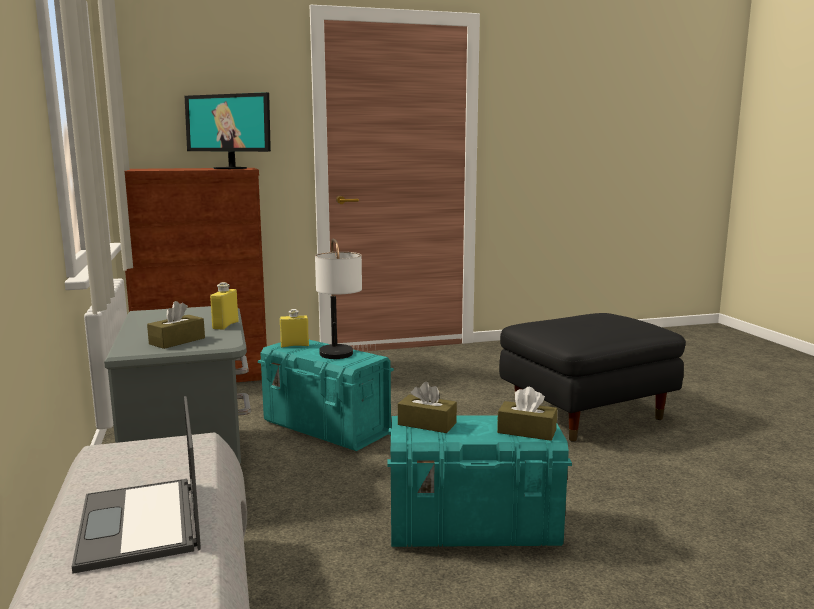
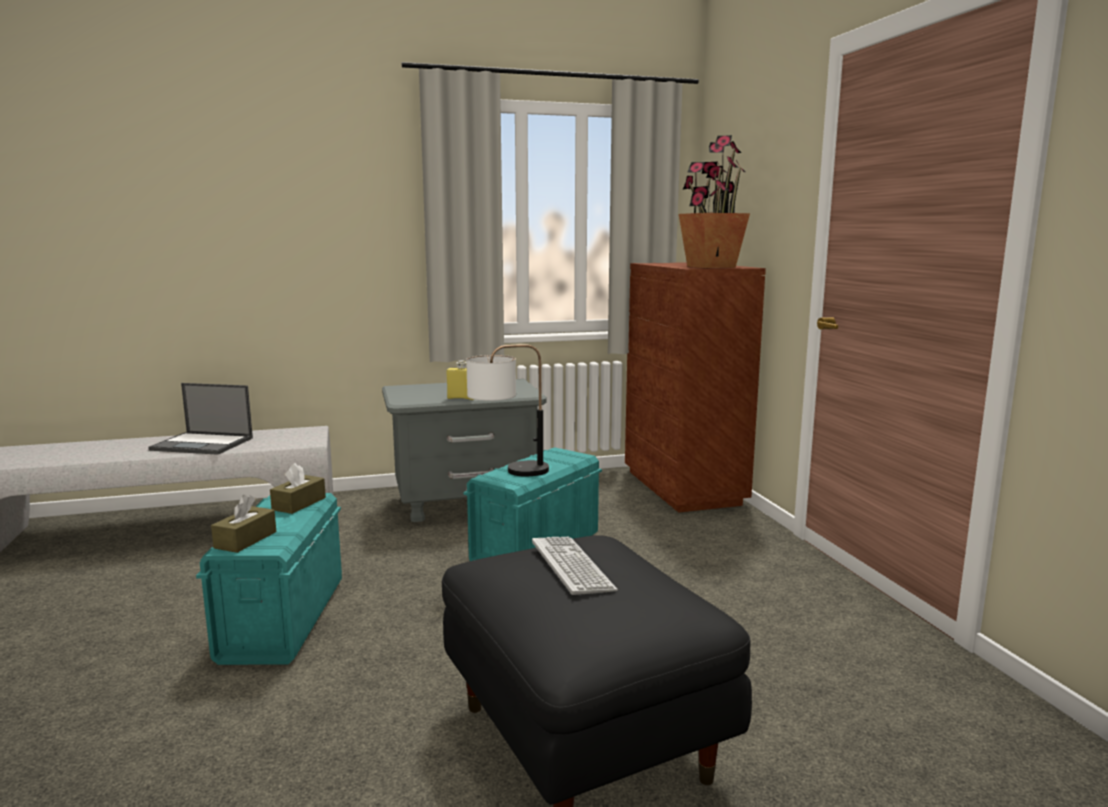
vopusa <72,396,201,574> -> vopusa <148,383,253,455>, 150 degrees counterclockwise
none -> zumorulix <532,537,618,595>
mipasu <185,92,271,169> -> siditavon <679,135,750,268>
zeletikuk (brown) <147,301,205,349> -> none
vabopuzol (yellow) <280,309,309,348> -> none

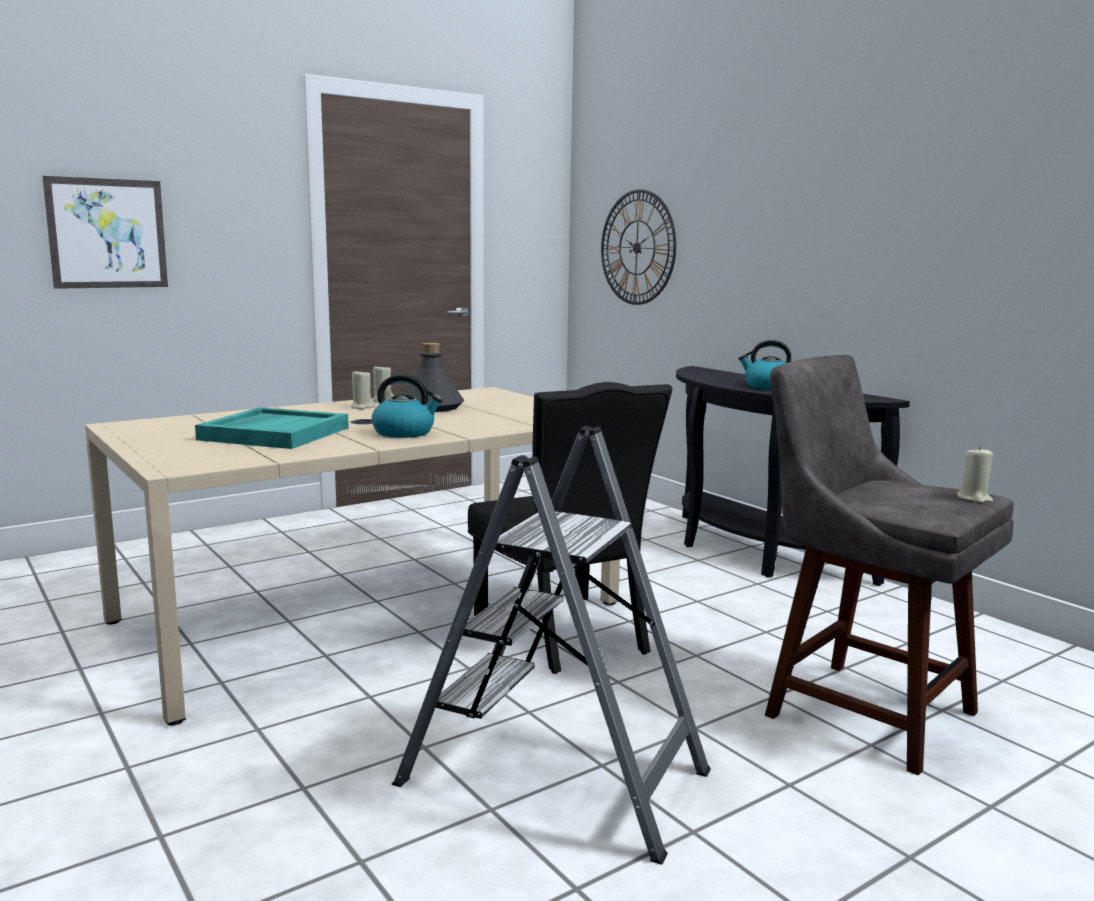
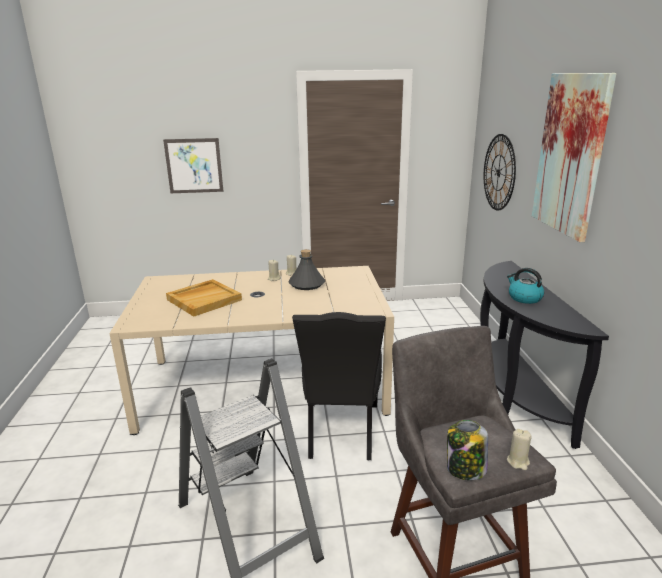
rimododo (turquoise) <195,407,349,449> -> rimododo (beige) <166,279,242,317>
none -> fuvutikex <447,420,488,480>
none -> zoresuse <532,73,616,242>
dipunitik <372,374,443,438> -> none

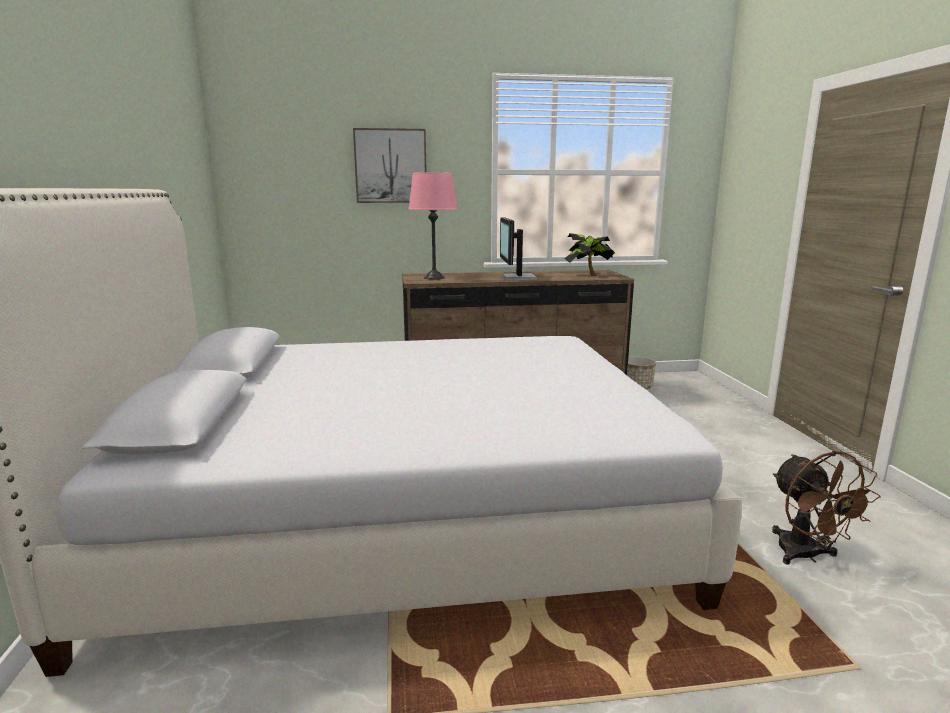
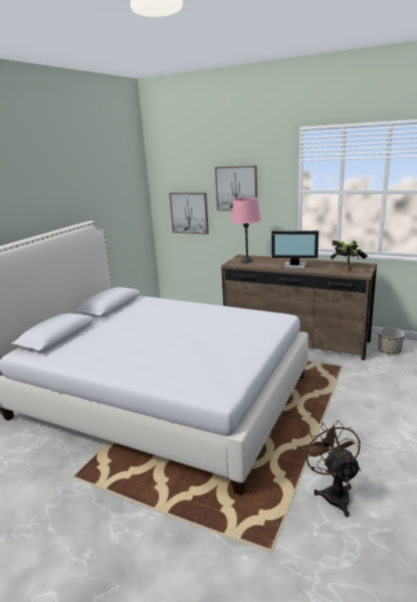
none -> zoresuse <169,193,209,234>
mipasu <500,217,538,280> -> mipasu <271,231,319,269>, 105 degrees counterclockwise
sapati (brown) <772,451,881,564> -> sapati (brown) <302,420,361,517>, 150 degrees clockwise

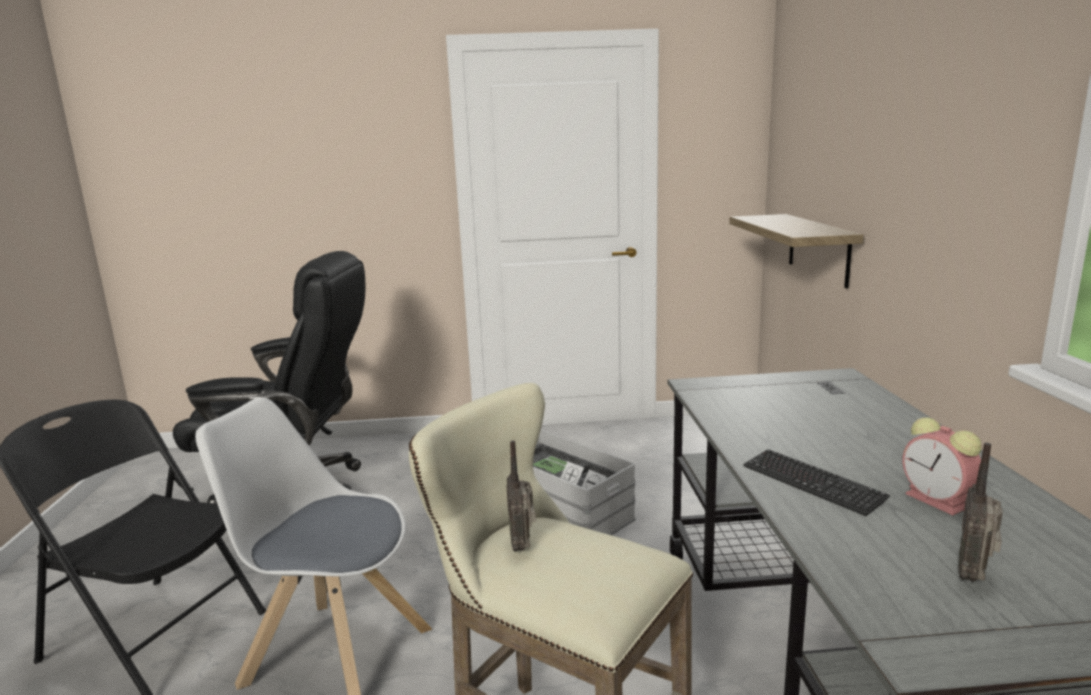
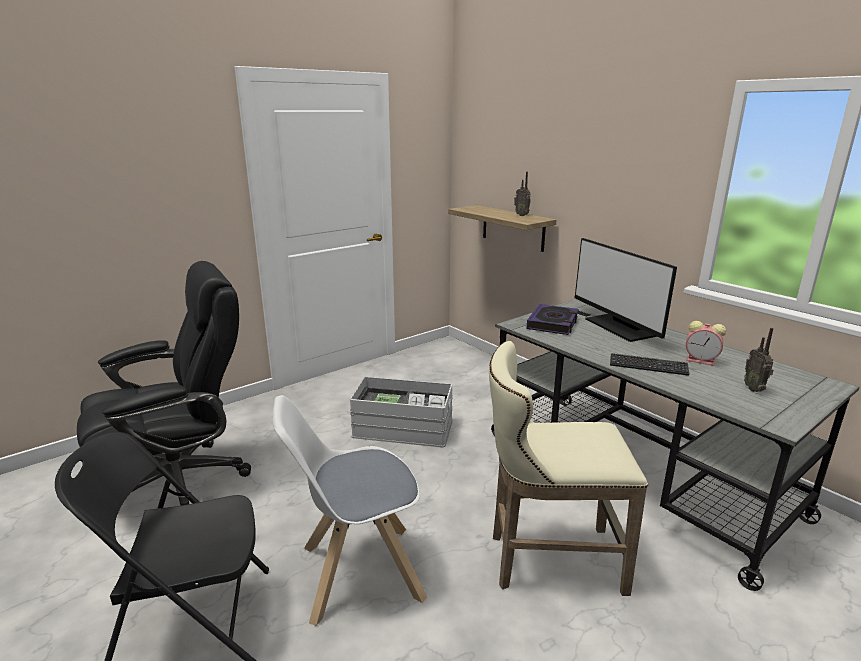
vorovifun <506,440,536,552> -> vorovifun <514,172,531,216>, moved
none -> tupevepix <527,304,579,335>
none -> mipasu <574,238,677,342>

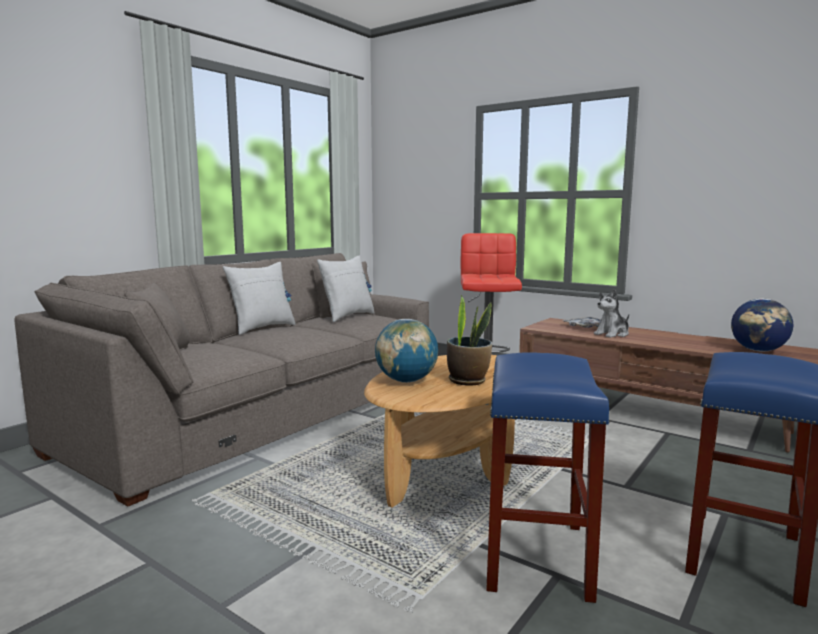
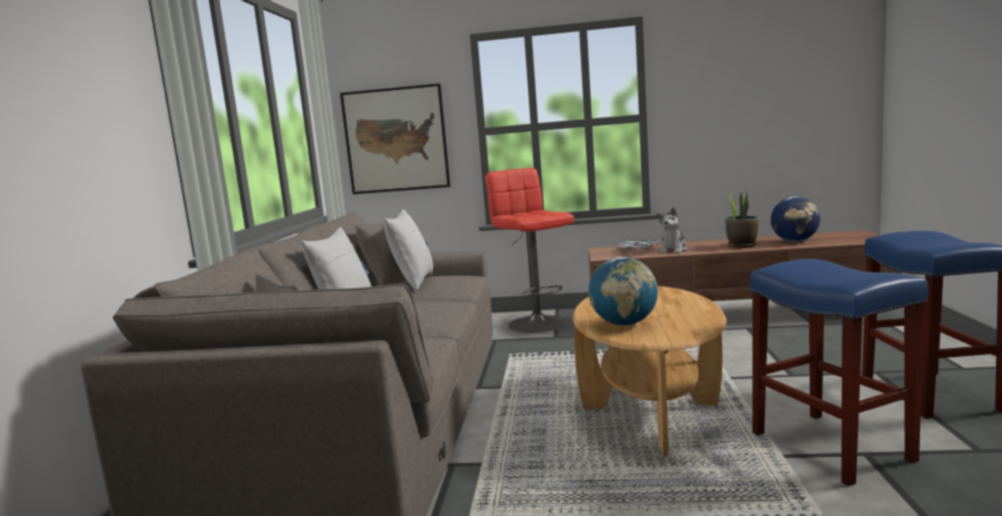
none -> zoresuse <340,83,450,194>
siditavon <447,295,492,386> -> siditavon <725,187,759,248>, moved

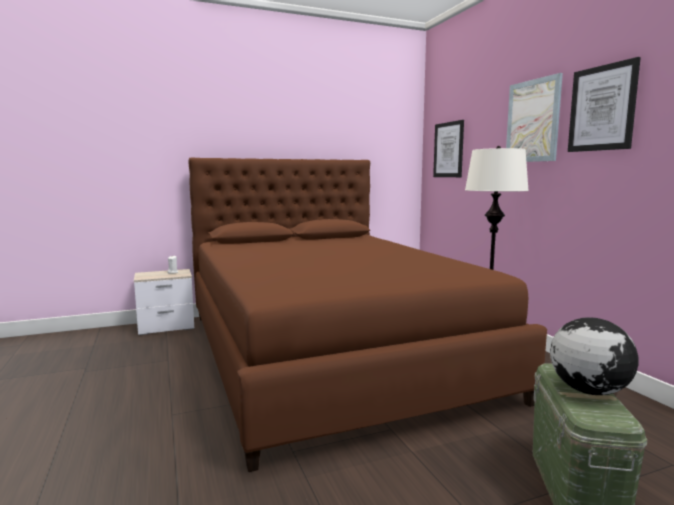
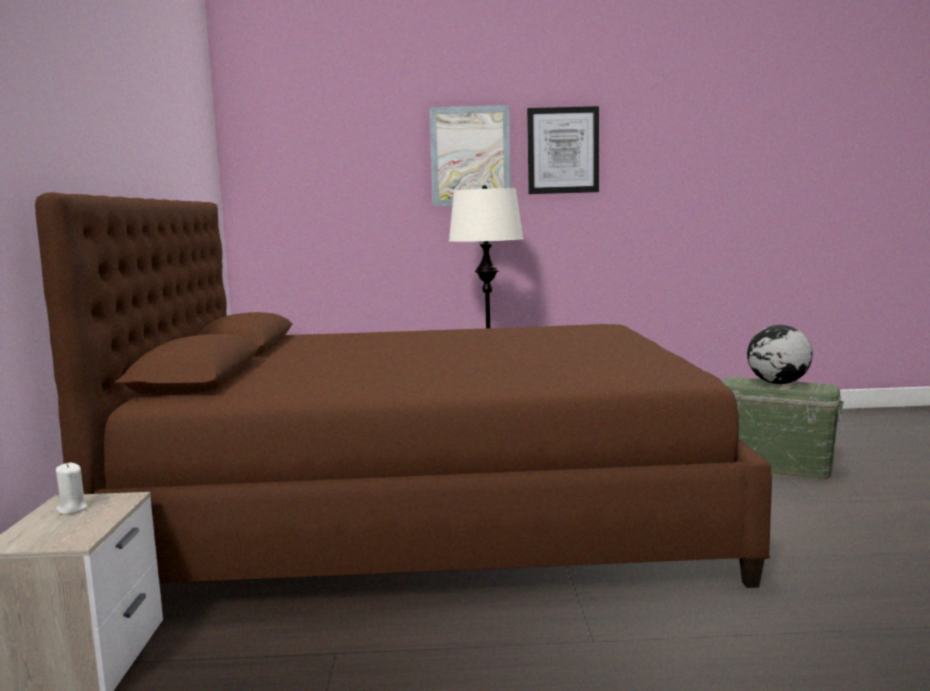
zoresuse <433,120,464,177> -> none

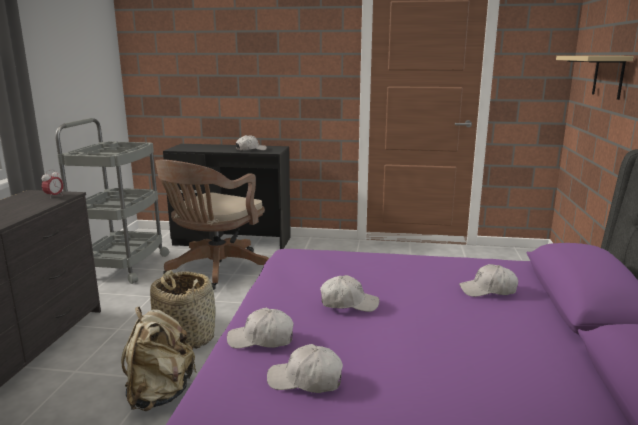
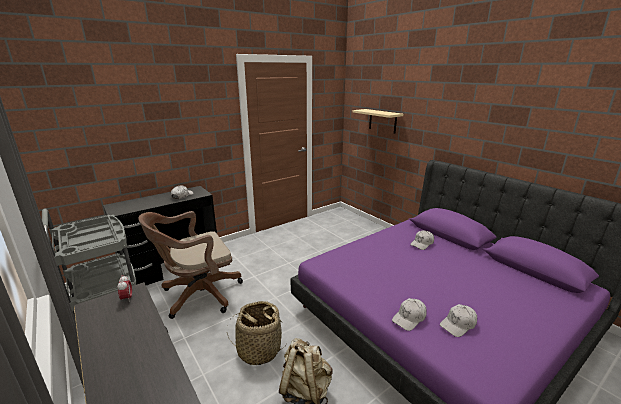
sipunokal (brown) <155,159,269,290> -> sipunokal (brown) <138,211,243,319>, 75 degrees clockwise
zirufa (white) <320,275,380,312> -> none

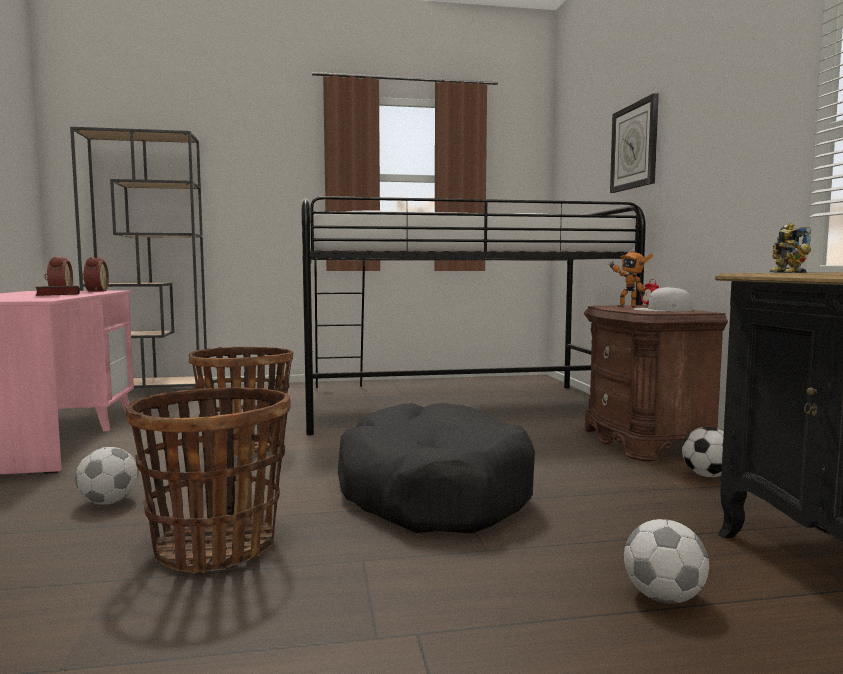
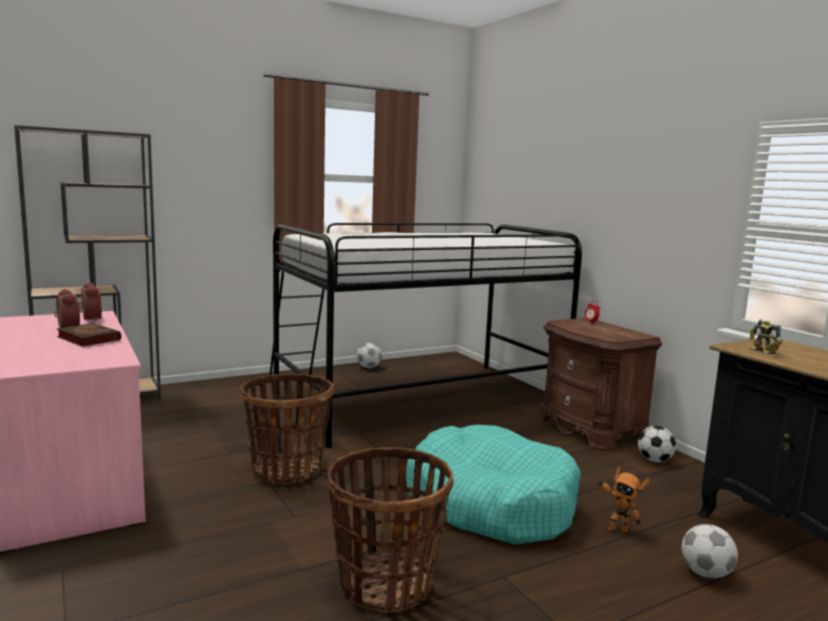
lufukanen <75,447,138,505> -> lufukanen <357,343,382,368>, moved
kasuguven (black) <338,403,535,533> -> kasuguven (turquoise) <406,425,581,545>
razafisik <608,251,653,307> -> razafisik <597,467,650,533>, moved
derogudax <610,93,659,193> -> none
zirufa (white) <634,287,693,312> -> none

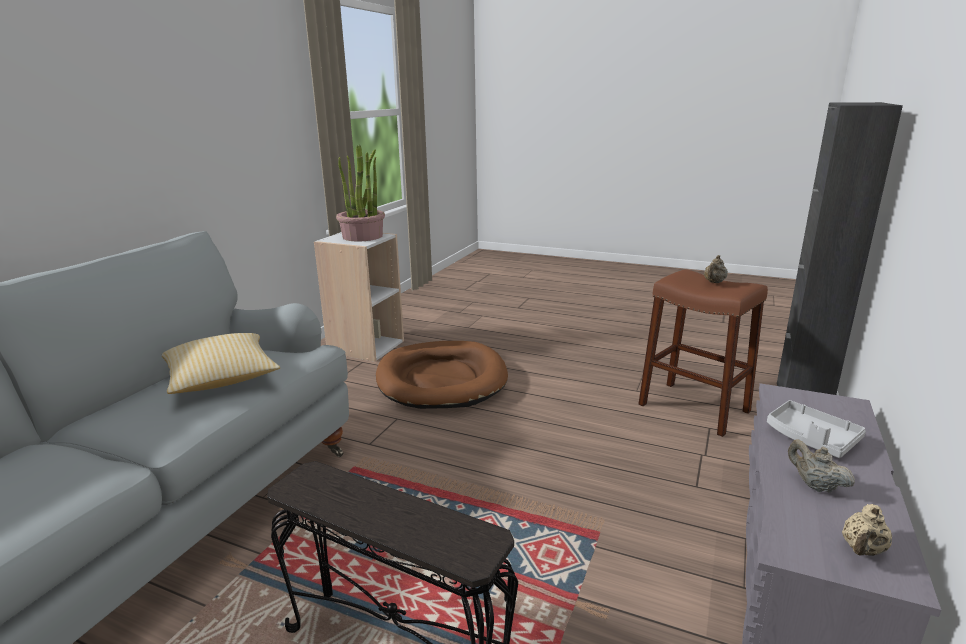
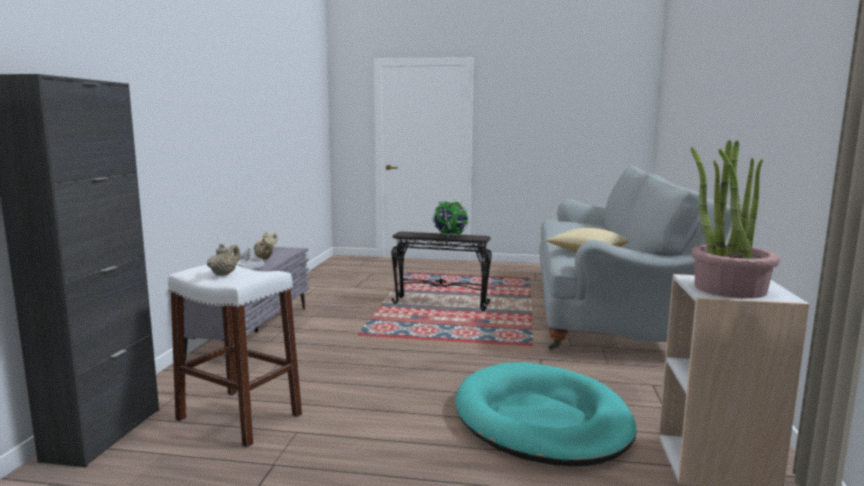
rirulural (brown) <638,269,768,437> -> rirulural (white) <168,265,302,447>
none -> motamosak <432,199,469,237>
kasuguven (brown) <376,341,508,409> -> kasuguven (turquoise) <456,362,637,466>

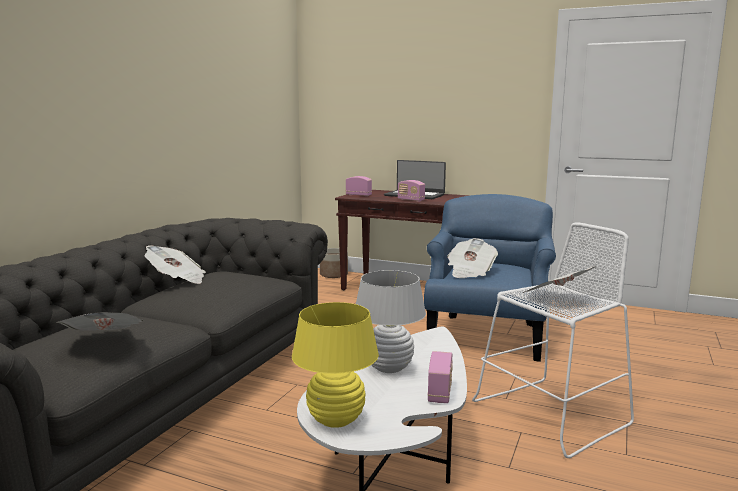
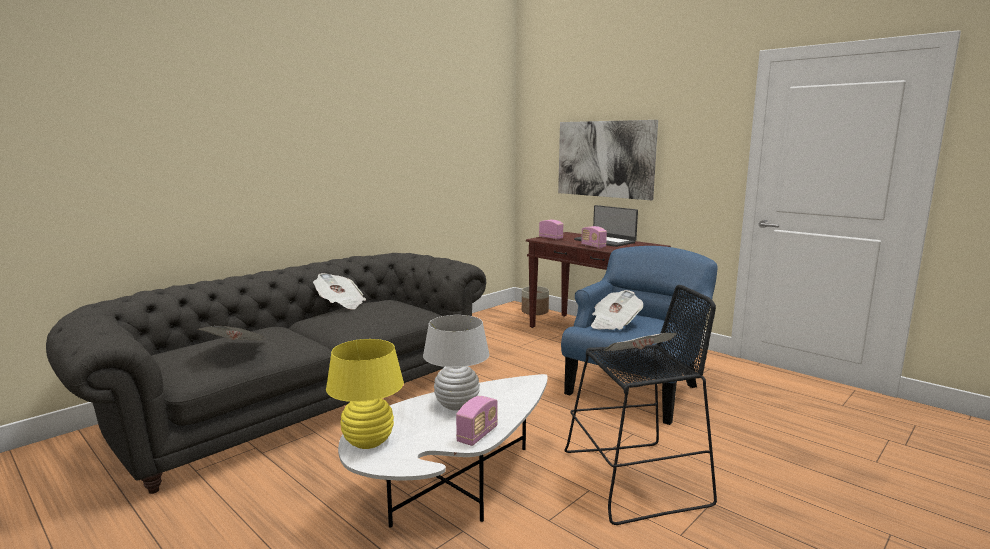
none -> zoresuse <558,120,658,200>
rirulural (white) <472,222,634,458> -> rirulural (black) <564,285,717,525>

